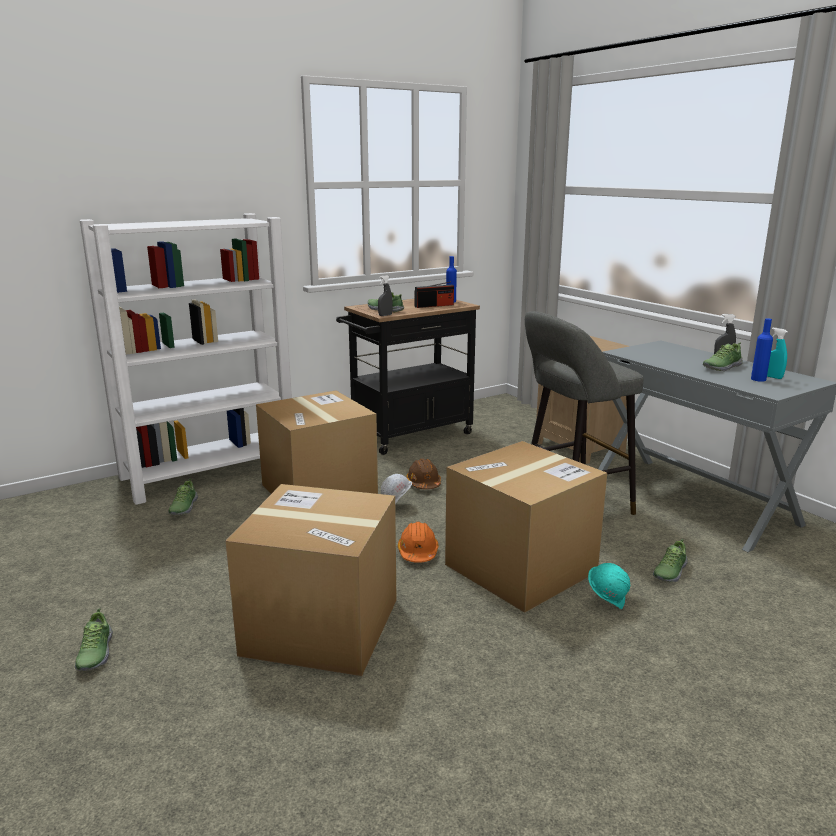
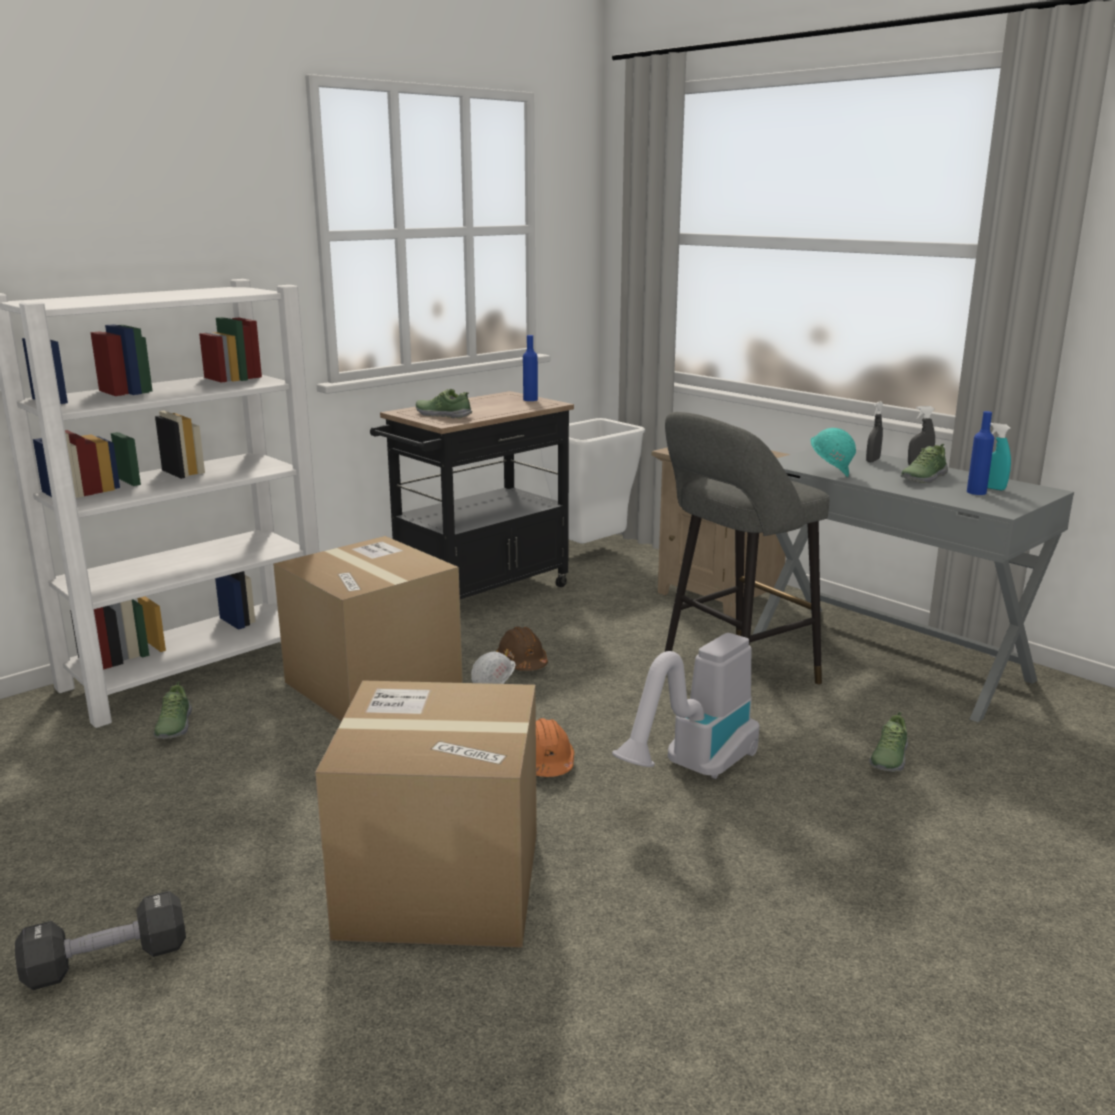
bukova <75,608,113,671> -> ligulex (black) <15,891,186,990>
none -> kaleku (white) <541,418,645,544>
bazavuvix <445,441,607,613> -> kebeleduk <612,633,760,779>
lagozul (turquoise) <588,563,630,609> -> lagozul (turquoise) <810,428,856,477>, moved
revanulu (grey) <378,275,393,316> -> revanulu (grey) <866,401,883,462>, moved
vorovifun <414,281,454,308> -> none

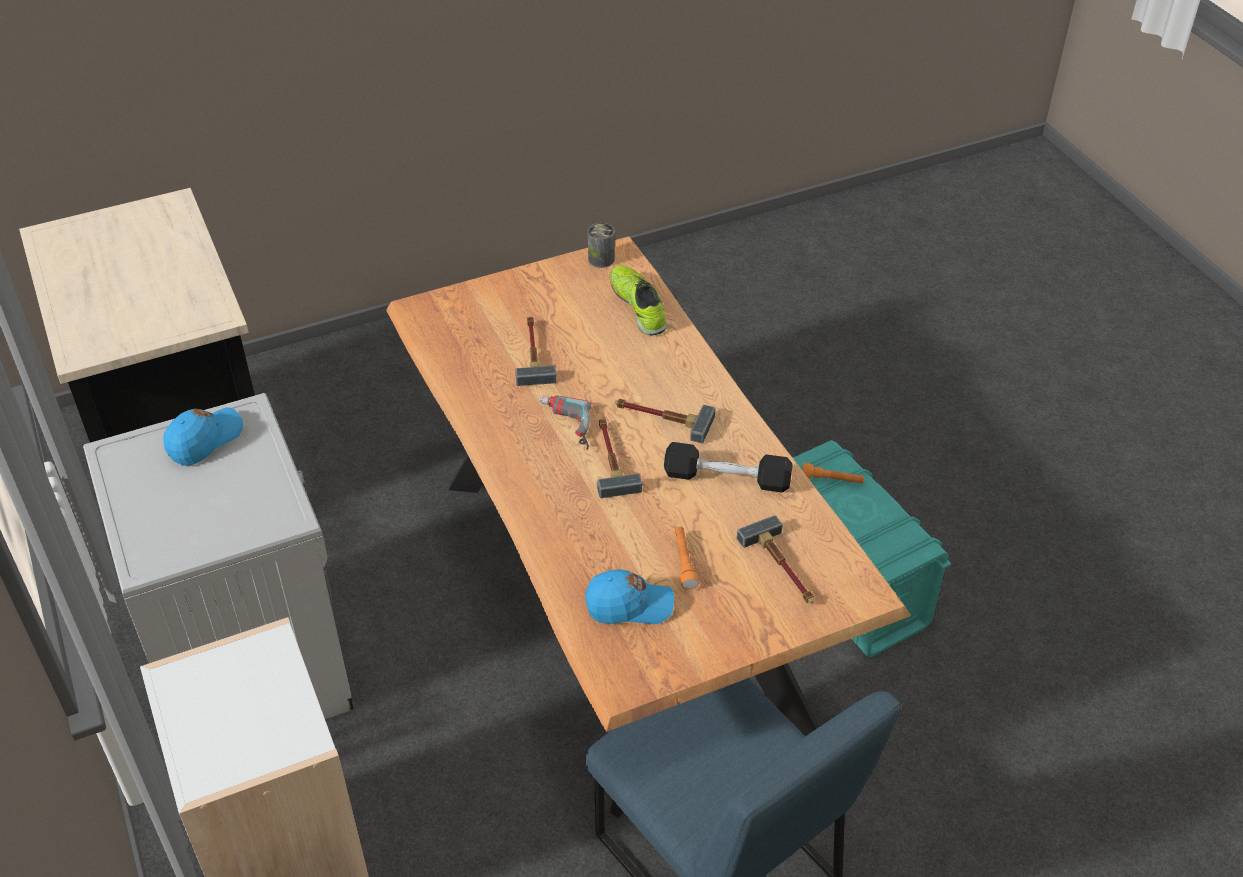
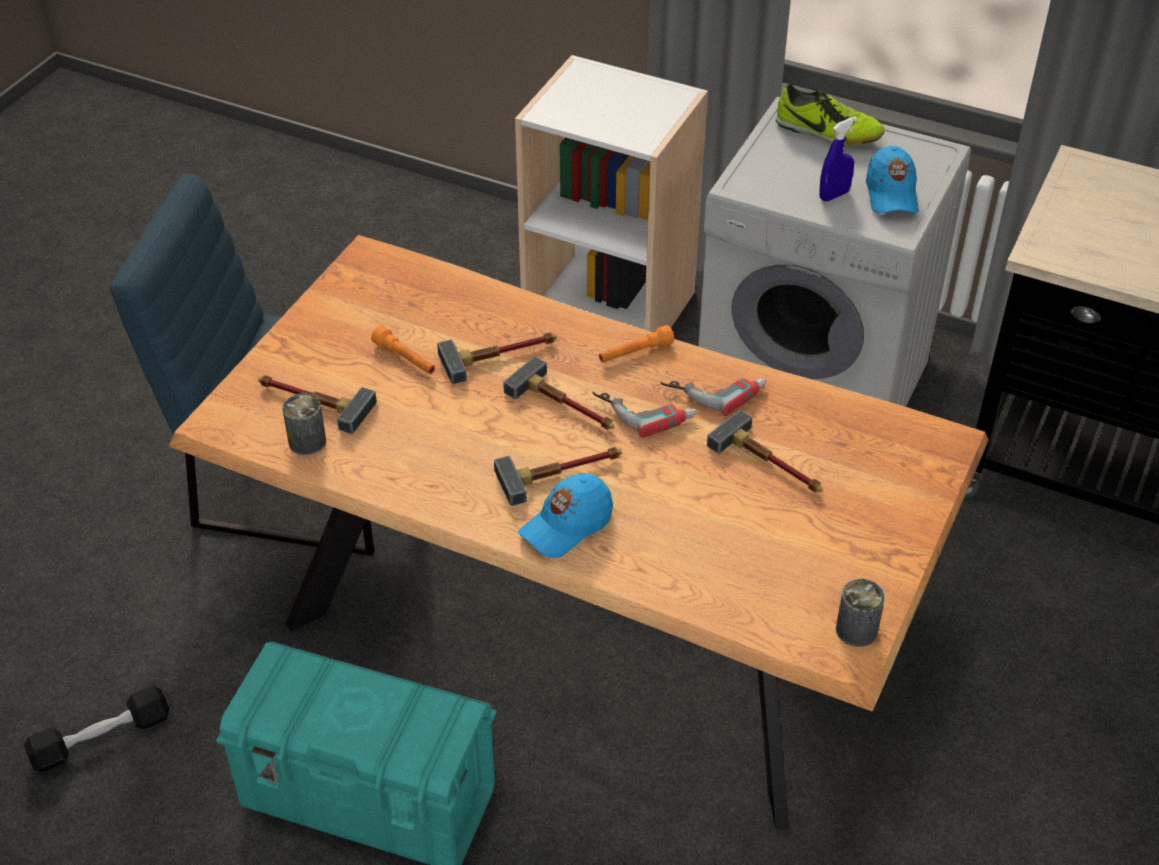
ligulex (black) <664,442,793,492> -> ligulex (black) <24,685,169,772>, moved
none -> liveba <282,393,326,455>
none -> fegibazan <437,332,557,384>
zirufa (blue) <585,569,674,624> -> zirufa (blue) <518,473,613,558>, moved
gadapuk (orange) <802,463,864,484> -> gadapuk (orange) <599,325,674,362>, moved
none -> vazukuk <660,378,767,416>
bukova <610,265,667,336> -> bukova <776,84,885,145>, moved
none -> revanulu (blue) <820,116,857,201>

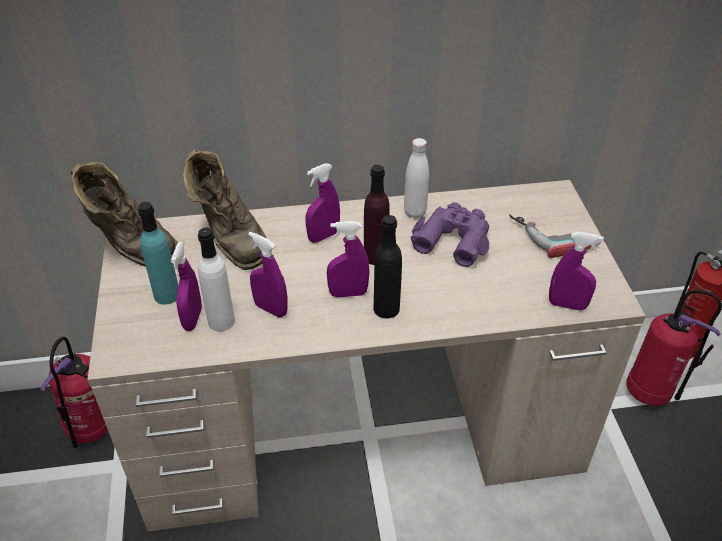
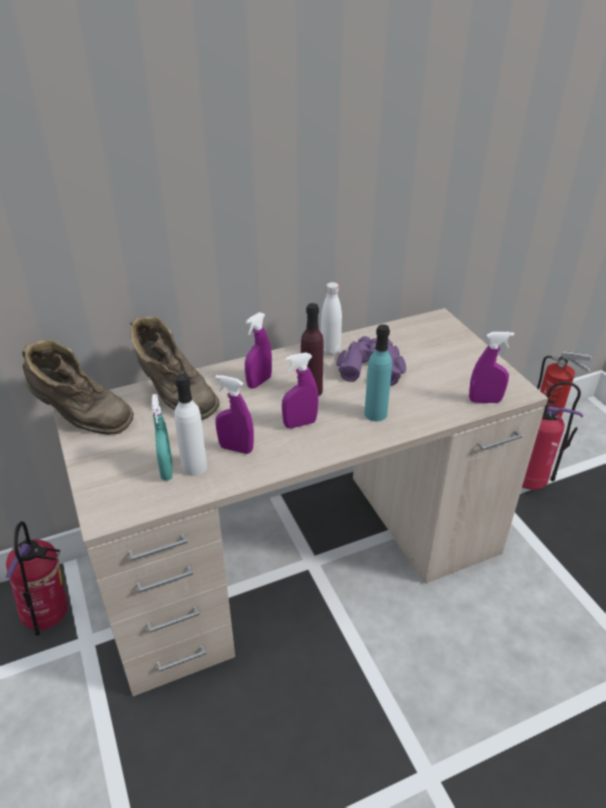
revanulu (purple) <171,242,202,331> -> revanulu (turquoise) <152,394,172,481>
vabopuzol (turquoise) <138,202,178,304> -> vabopuzol (turquoise) <364,324,392,421>, moved
vabopuzol (black) <373,215,402,319> -> none
vazukuk <509,214,601,258> -> none

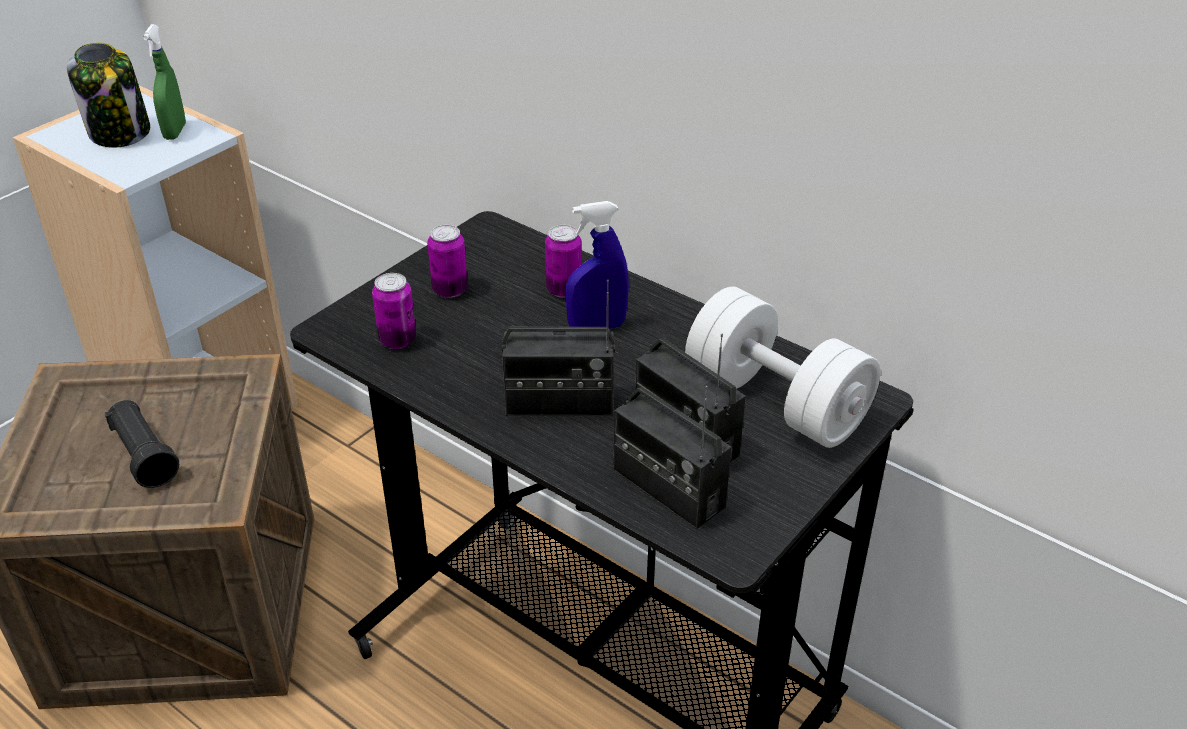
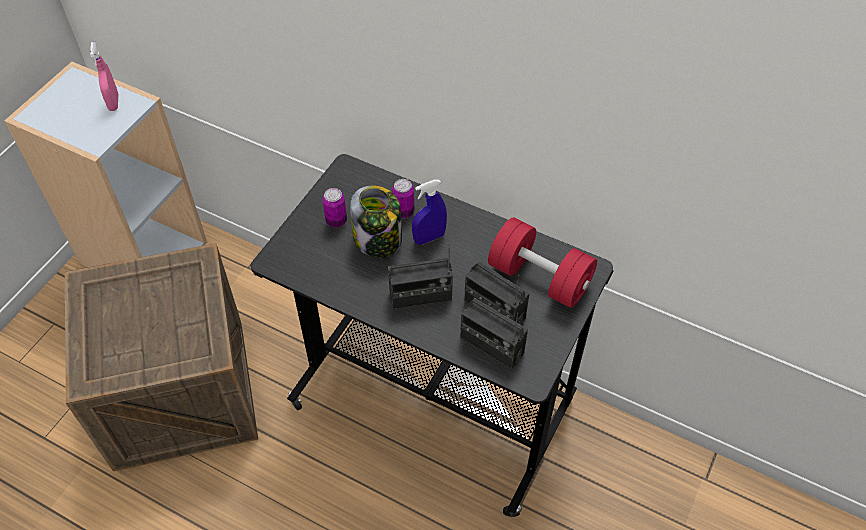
revanulu (green) <143,24,186,140> -> revanulu (pink) <90,42,118,111>
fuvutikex <67,43,150,148> -> fuvutikex <350,186,402,258>, moved
ligulex (white) <685,287,881,448> -> ligulex (red) <488,217,597,308>
gadapuk (black) <104,400,179,488> -> none
liveba <372,273,416,349> -> none

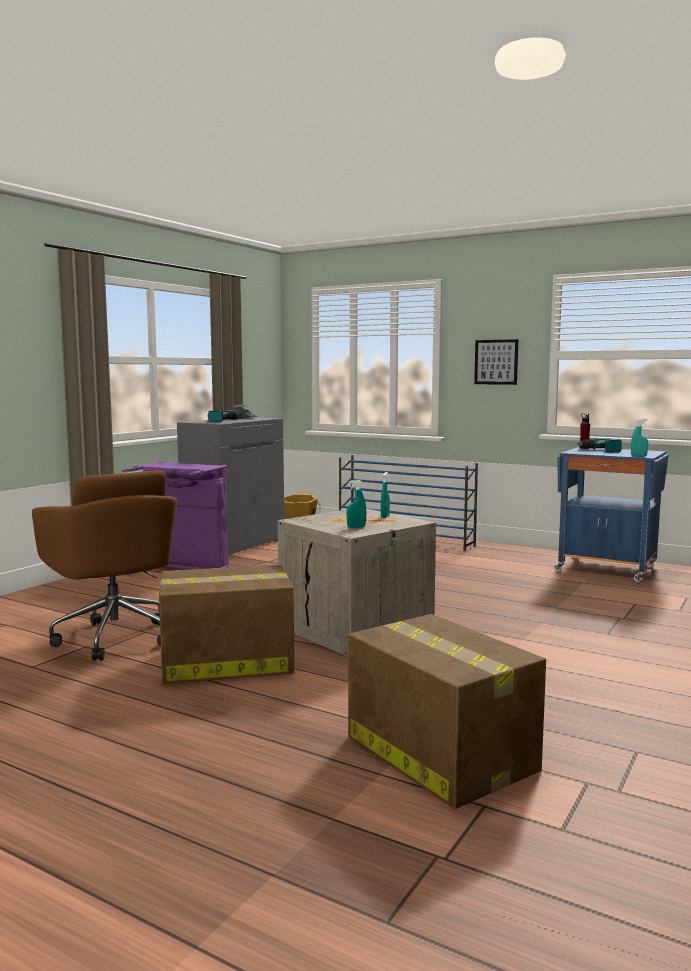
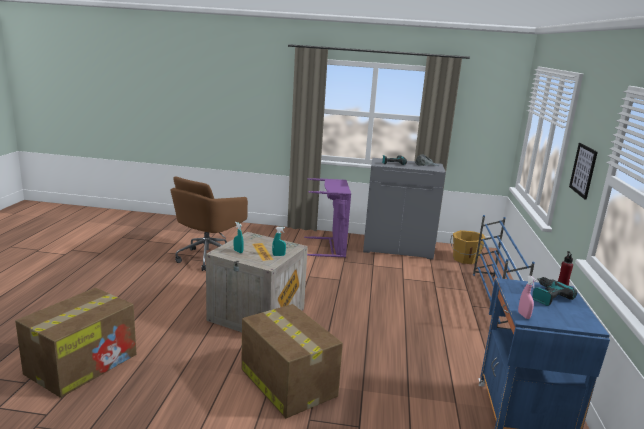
bazavuvix <159,565,294,684> -> bazavuvix <241,304,343,418>, moved
revanulu (turquoise) <631,419,648,456> -> revanulu (pink) <518,276,537,319>

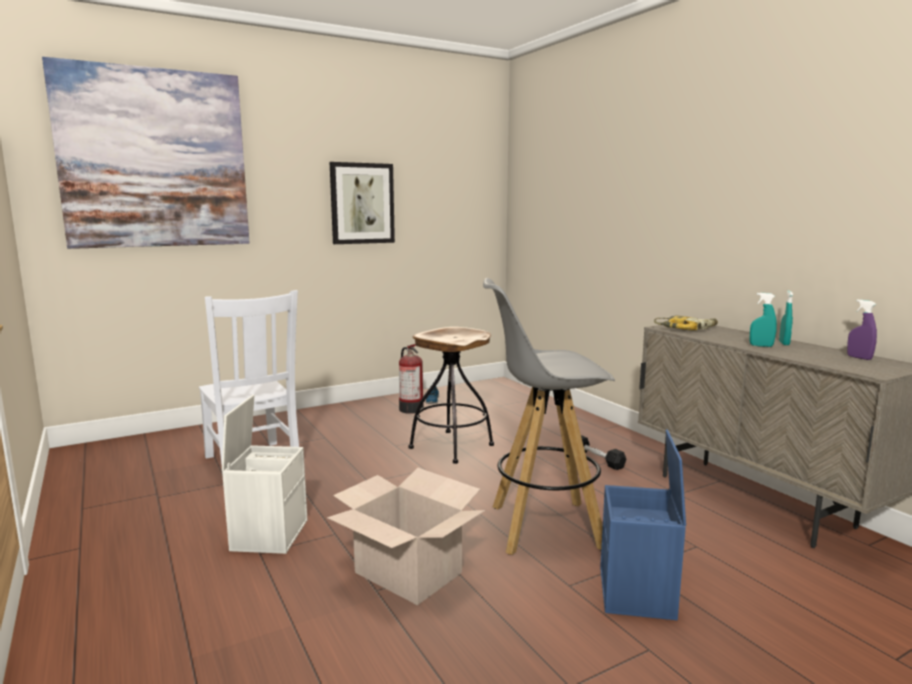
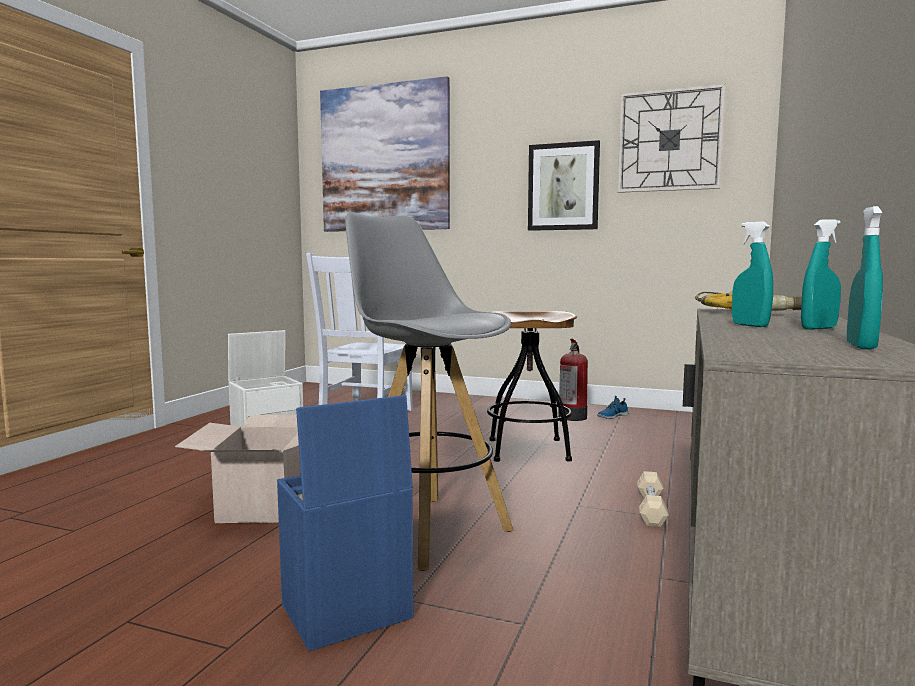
none -> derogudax <617,84,726,193>
ligulex (black) <581,435,626,470> -> ligulex (beige) <637,471,669,527>
revanulu (purple) <847,300,877,360> -> revanulu (turquoise) <847,206,883,350>

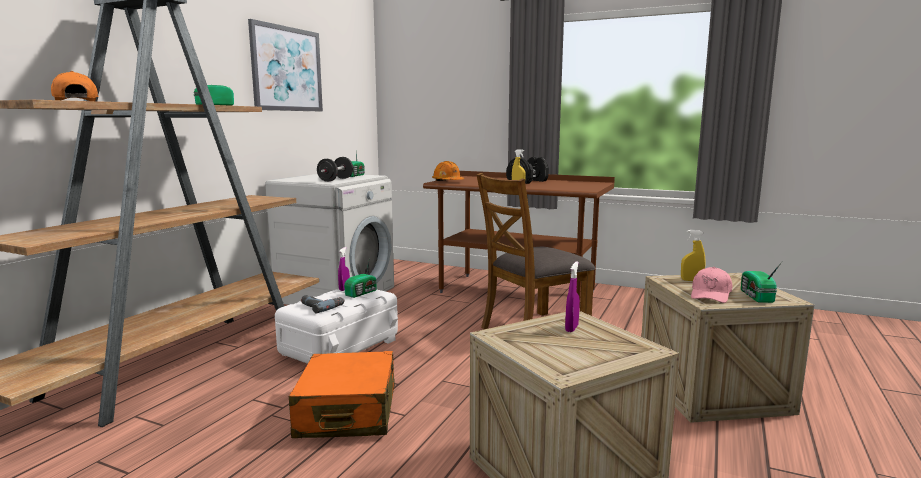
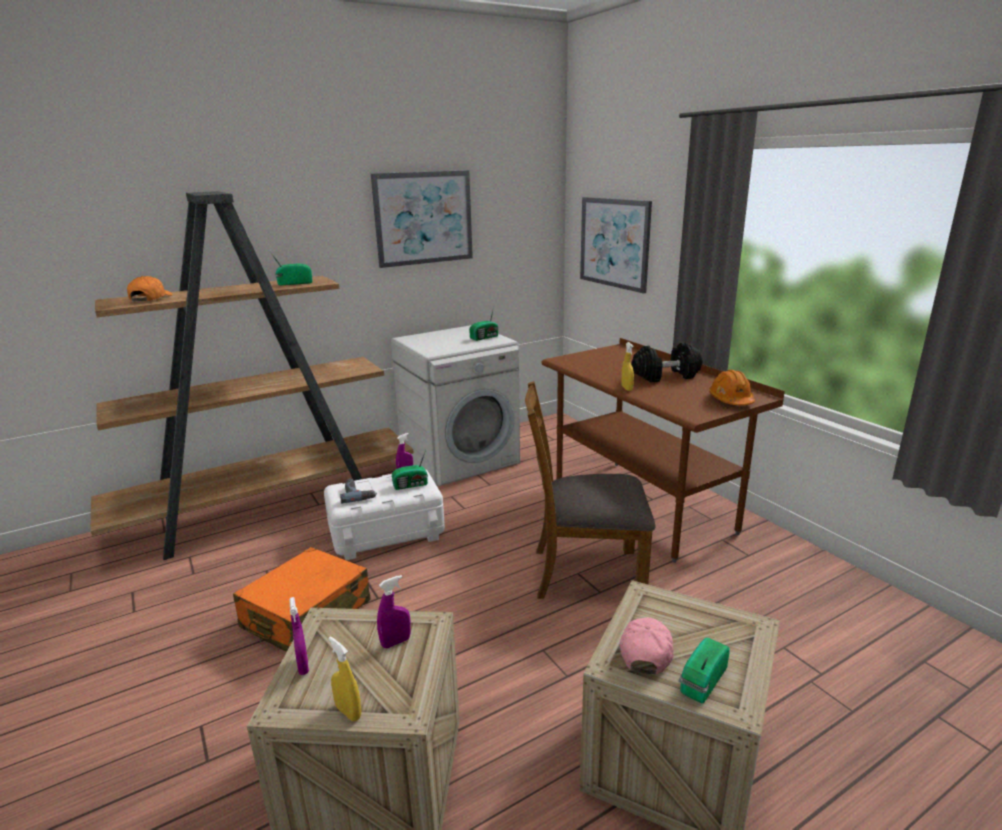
none -> revanulu (purple) <289,597,309,675>
revanulu (yellow) <681,230,705,281> -> revanulu (yellow) <328,637,361,721>, moved
none -> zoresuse <580,197,652,293>
zirufa (pink) <691,267,732,303> -> zirufa (pink) <620,617,674,674>, 135 degrees clockwise
lagozul (orange) <432,161,464,181> -> lagozul (orange) <709,370,755,405>, moved
ligulex (black) <317,157,353,182> -> none

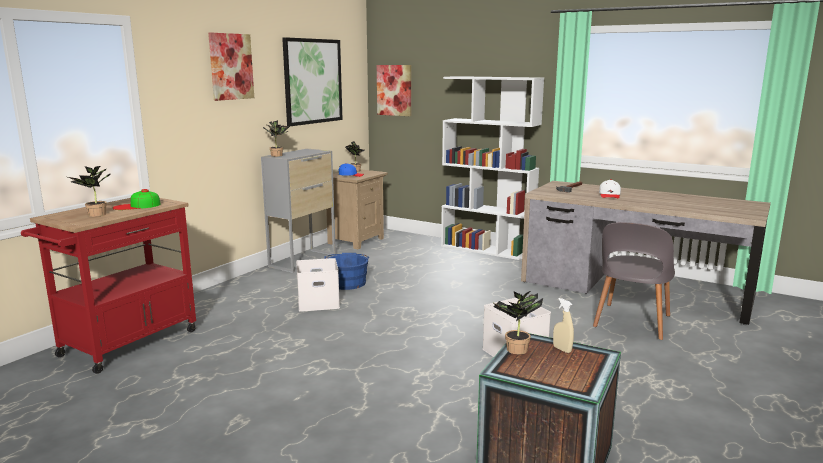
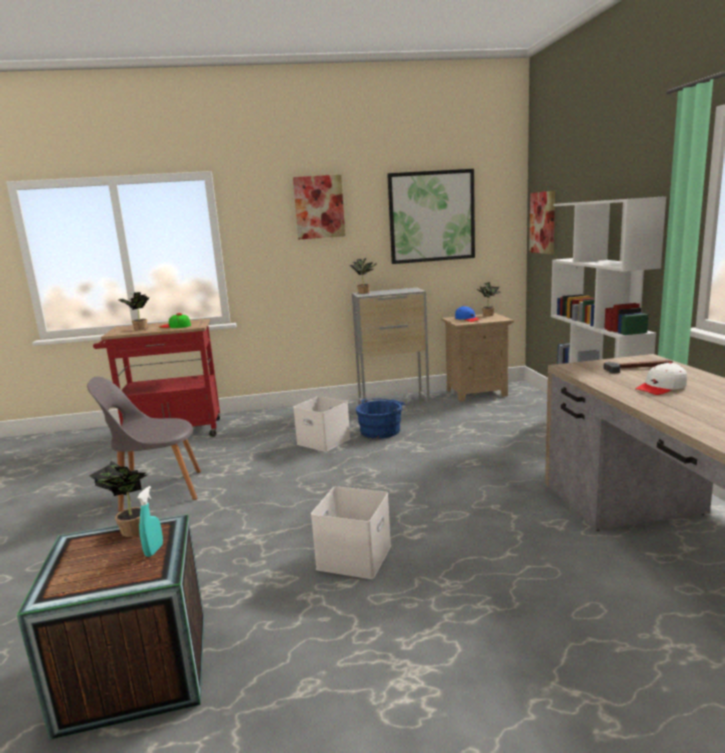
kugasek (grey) <593,222,675,340> -> kugasek (grey) <87,376,201,512>, moved
revanulu (beige) <553,298,574,353> -> revanulu (turquoise) <137,486,163,557>

